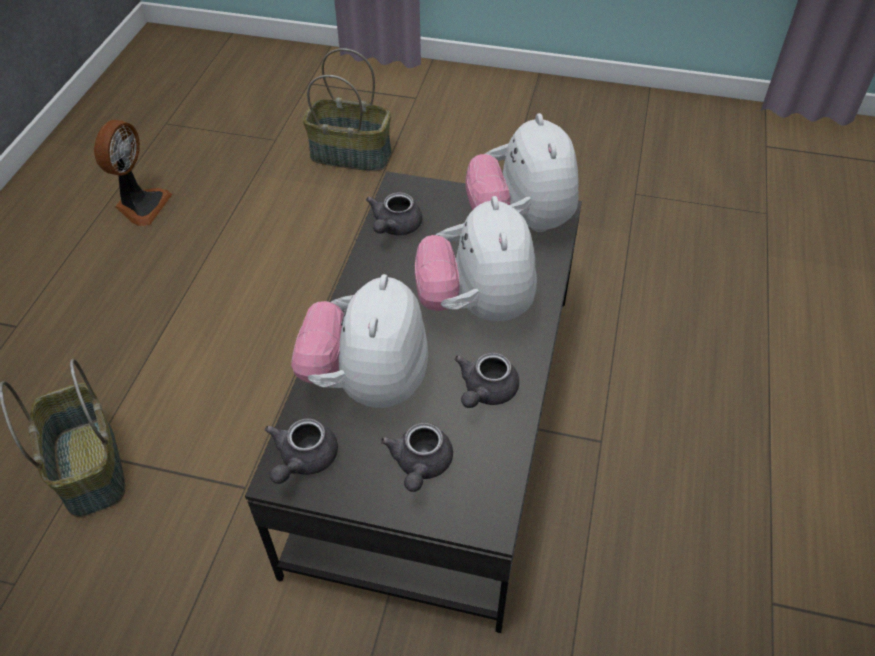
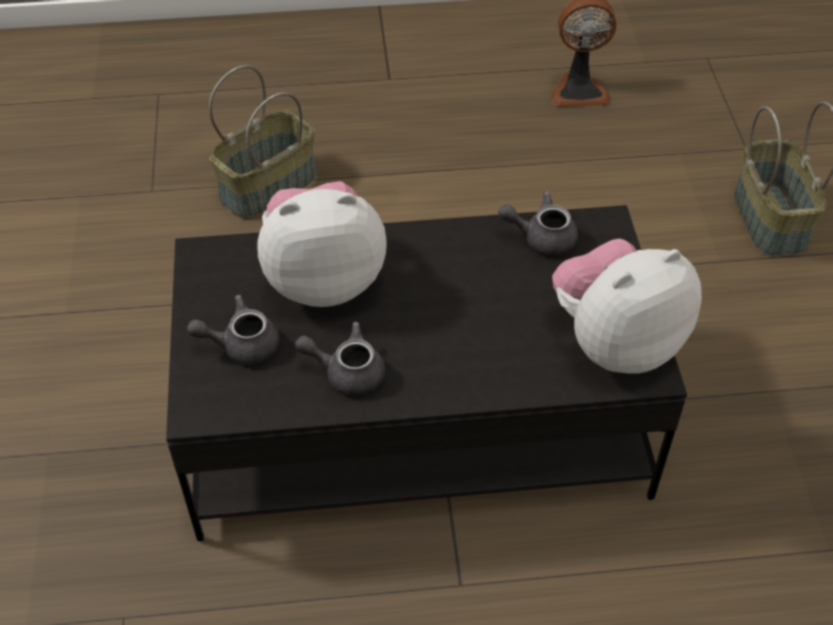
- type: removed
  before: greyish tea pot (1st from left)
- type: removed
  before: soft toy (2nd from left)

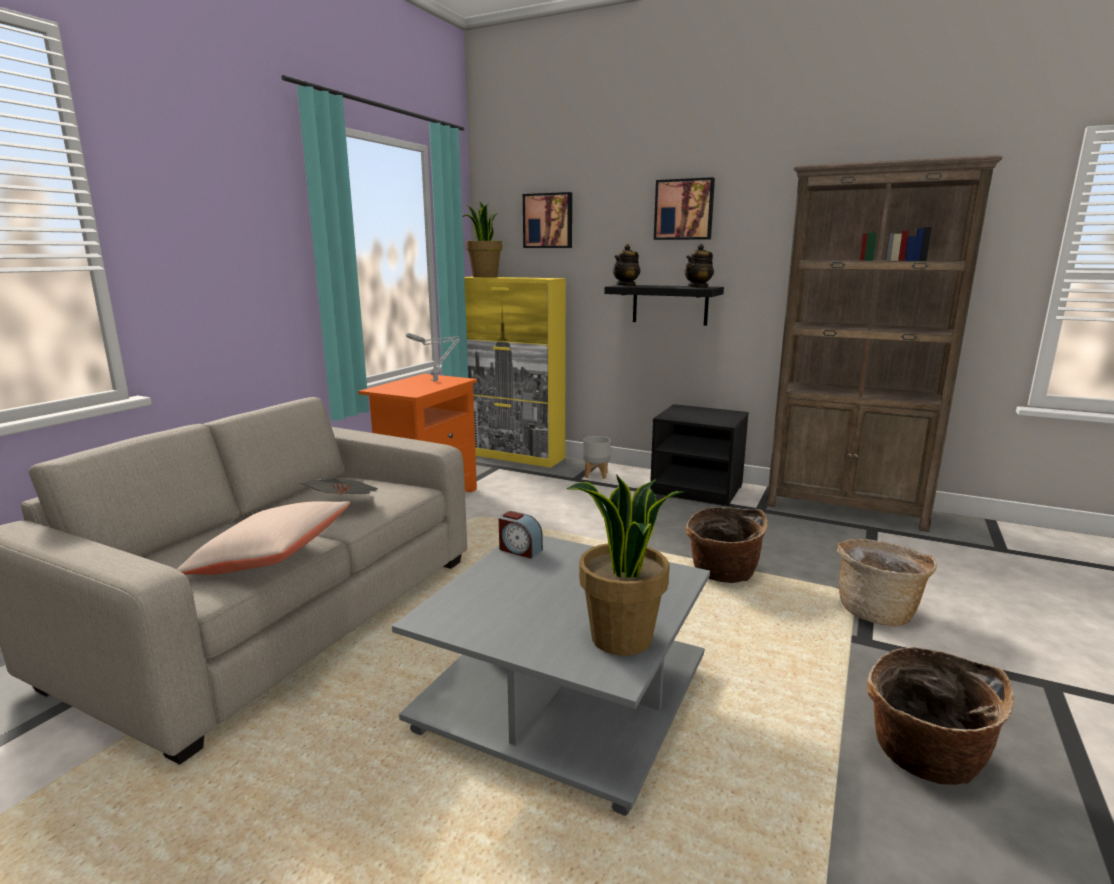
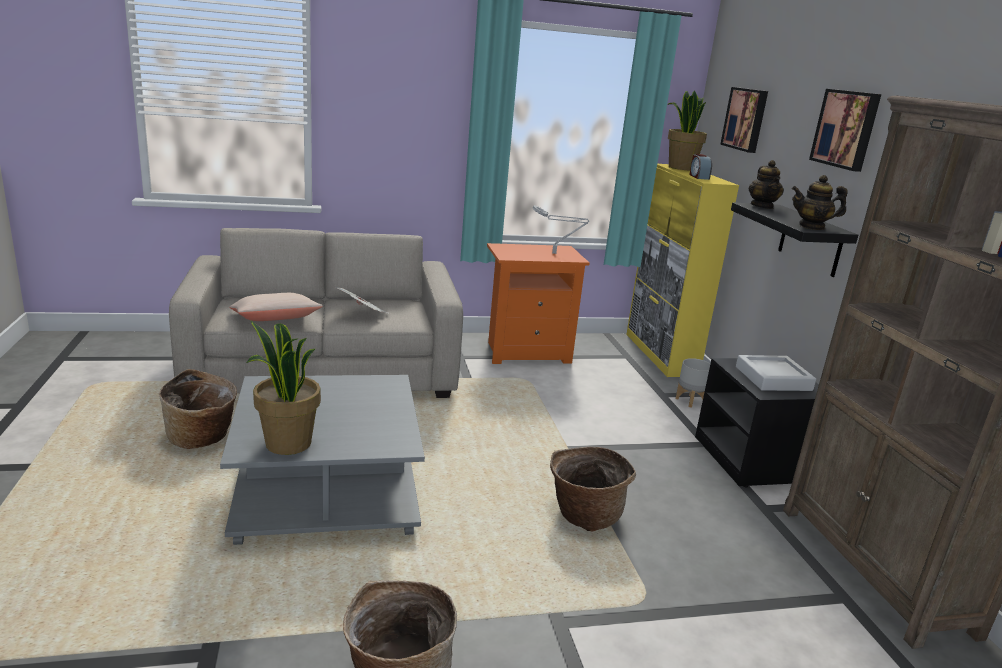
- type: moved
  before: household basket (2nd from left in the first image)
  after: household basket (1st from left)
- type: moved
  before: bedside clock
- type: added
  after: greyish tray
- type: turned
  before: tea pot (1st from left)
  turn: -90

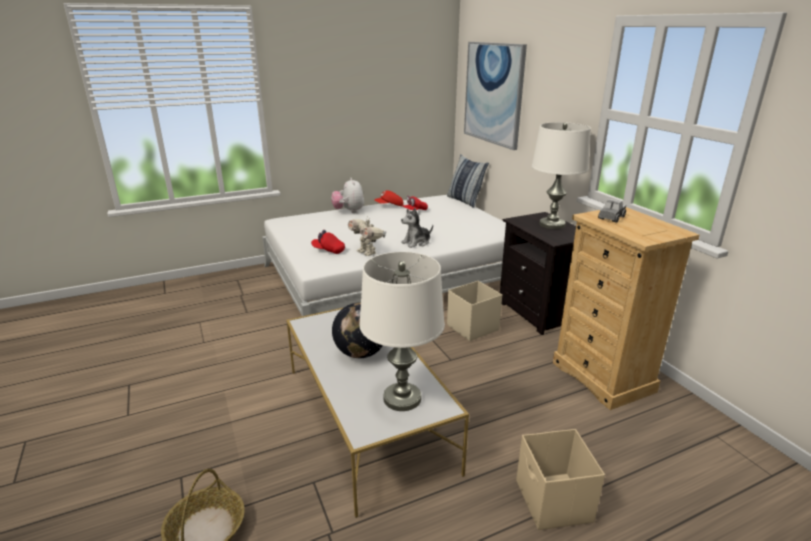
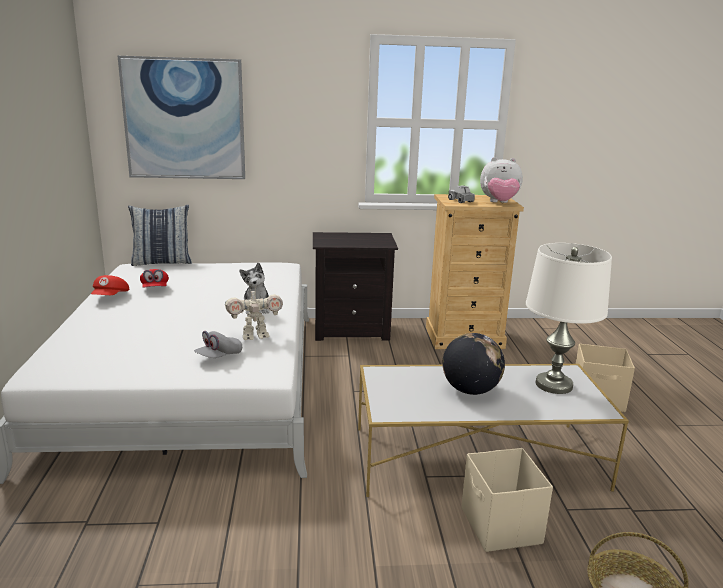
- type: recoloured
  before: red-coloured peaked cap (1st from left)
  after: greyish peaked cap
- type: moved
  before: beige-coloured storage box (1st from left)
- type: moved
  before: soft toy (1st from left in the first image)
  after: soft toy (2nd from left)
- type: removed
  before: white lamp for a table (2nd from left)

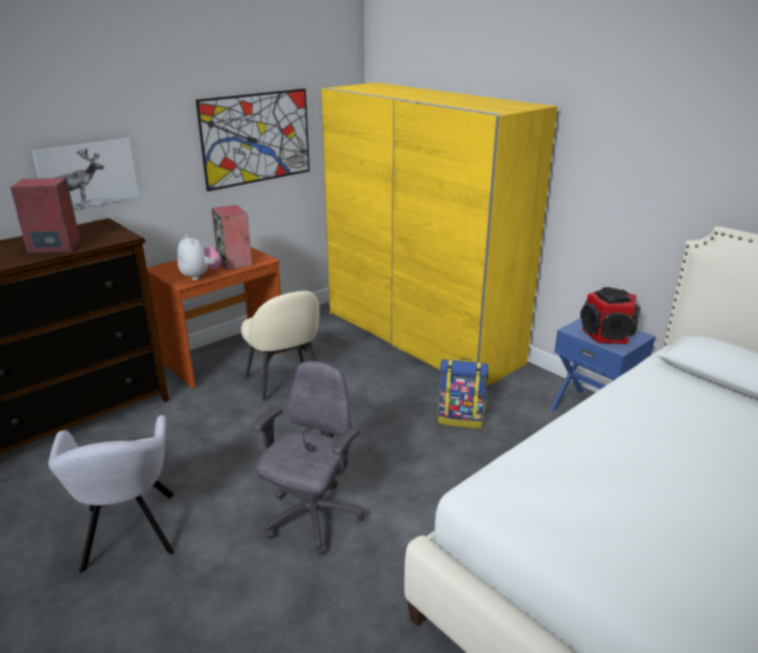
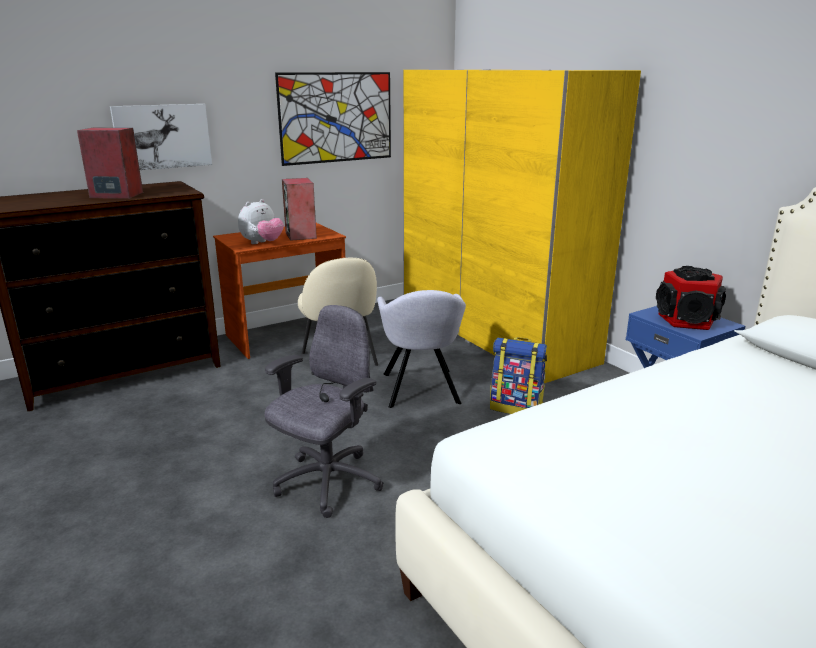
- type: turned
  before: soft toy
  turn: 60
- type: moved
  before: greyish lounge chair

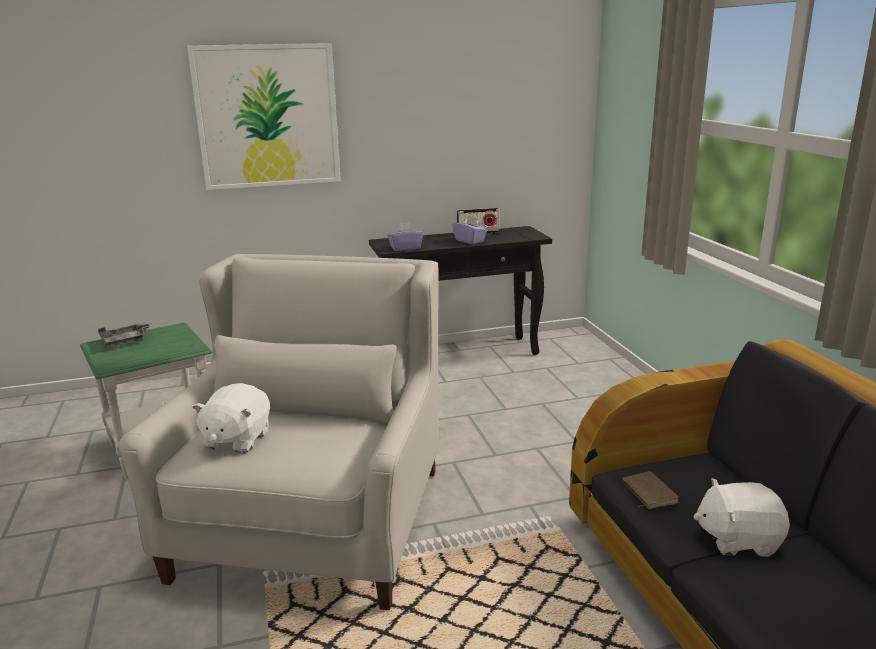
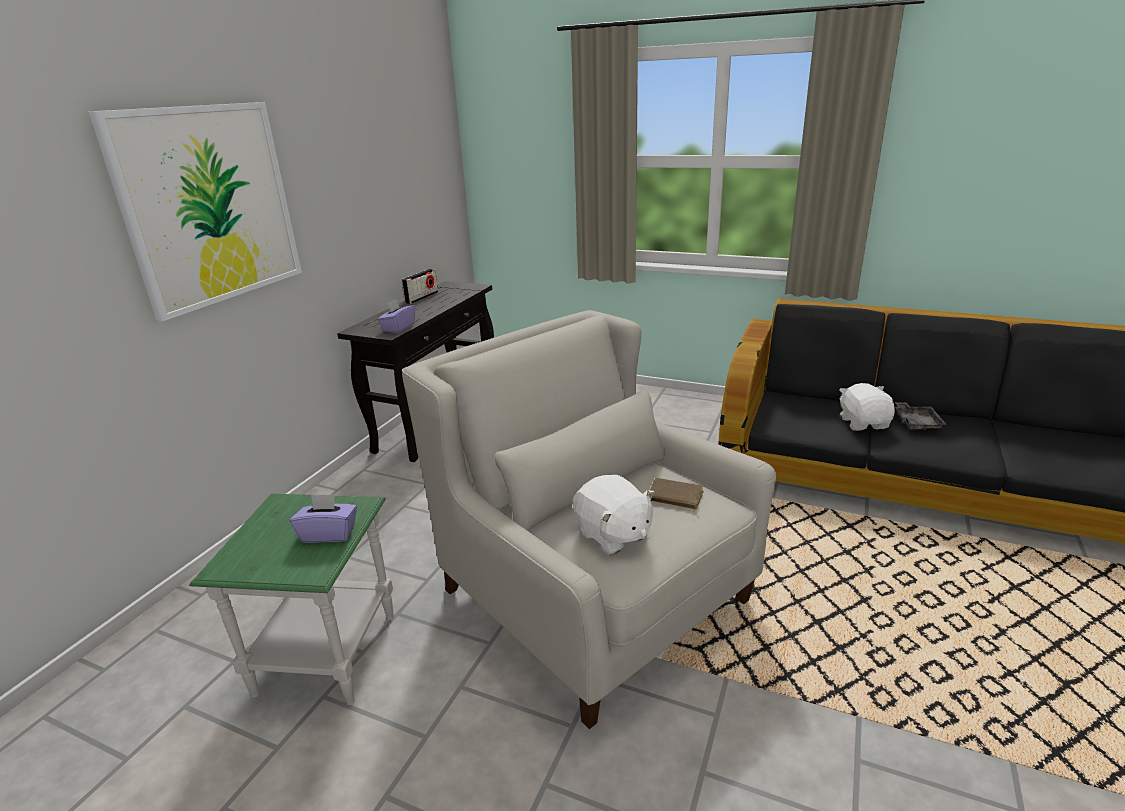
- type: moved
  before: purplish box of tissues (2nd from left in the first image)
  after: purplish box of tissues (1st from left)
- type: moved
  before: brownish book
- type: turned
  before: white soft toy (2nd from left)
  turn: 135
- type: moved
  before: greyish tray

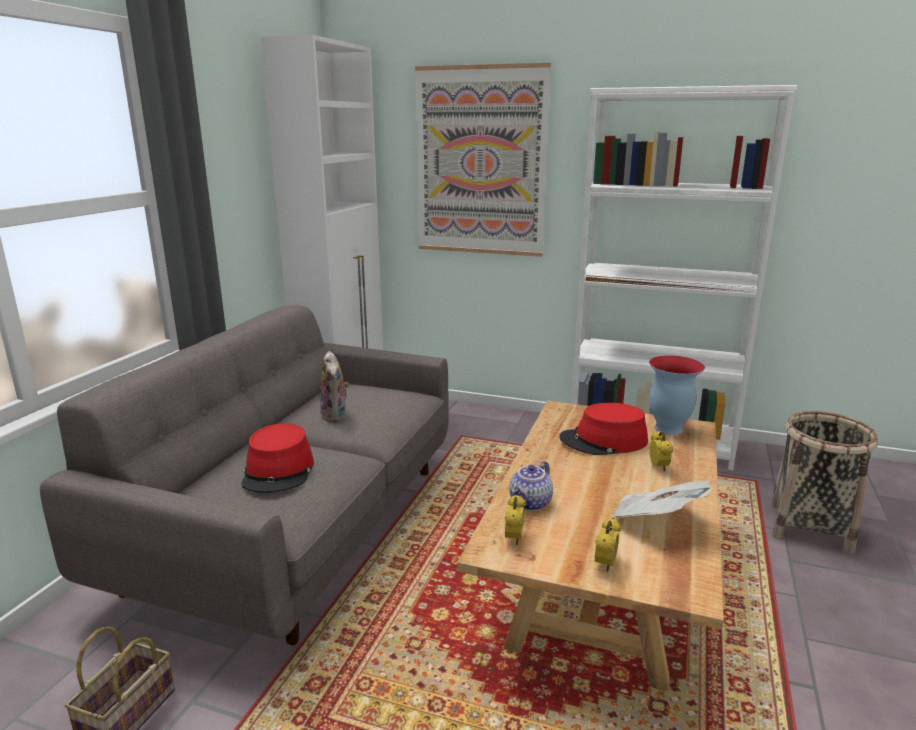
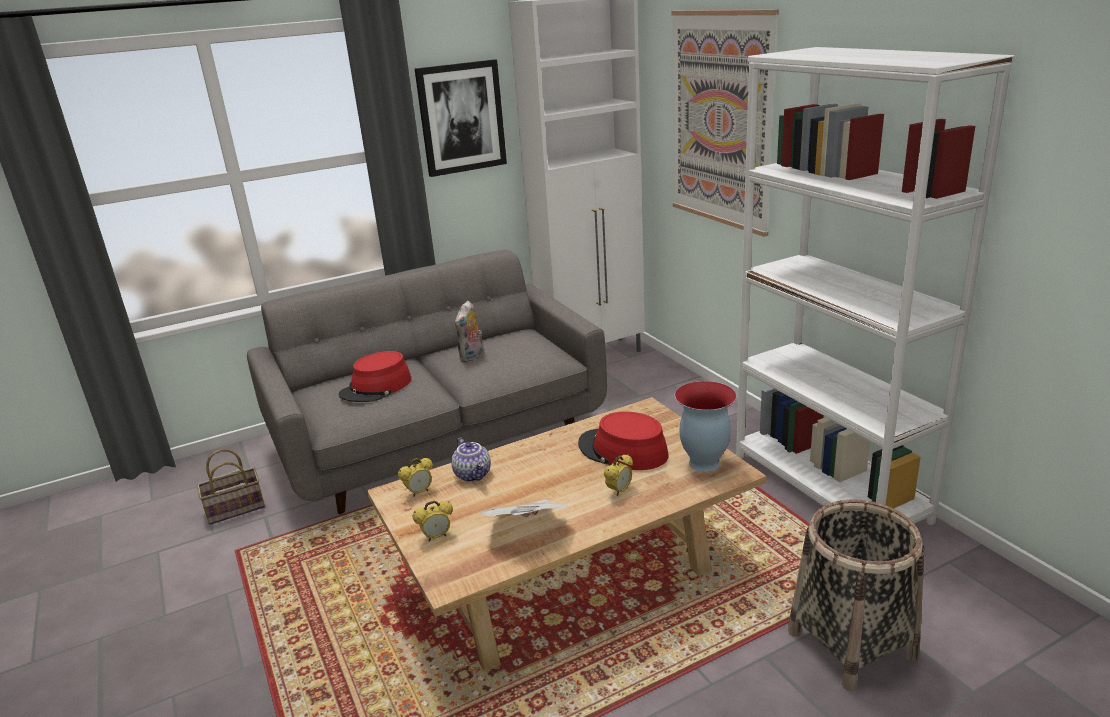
- type: added
  after: picture (1st from left)
- type: turned
  before: tea pot
  turn: -105

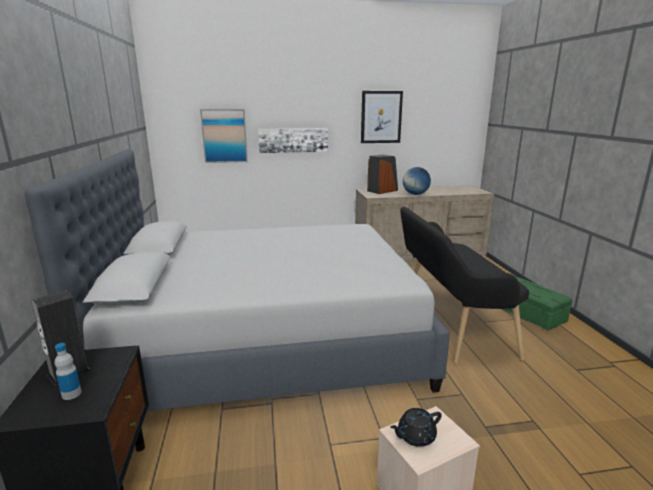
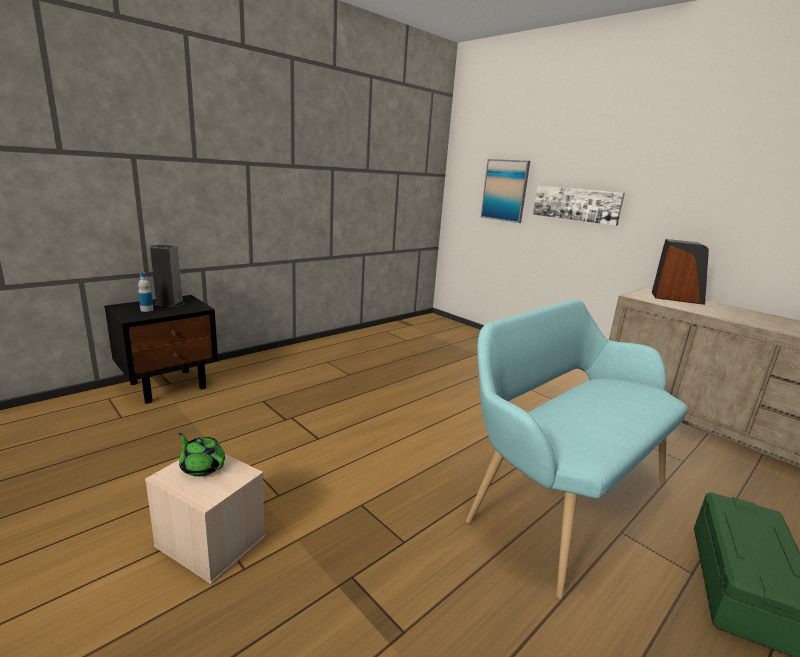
- type: recoloured
  before: black tea pot
  after: greenish tea pot
- type: recoloured
  before: black indoor bench
  after: blue-green indoor bench
- type: removed
  before: greyish bedroom bed
- type: removed
  before: picture (3rd from left)
- type: removed
  before: world globe

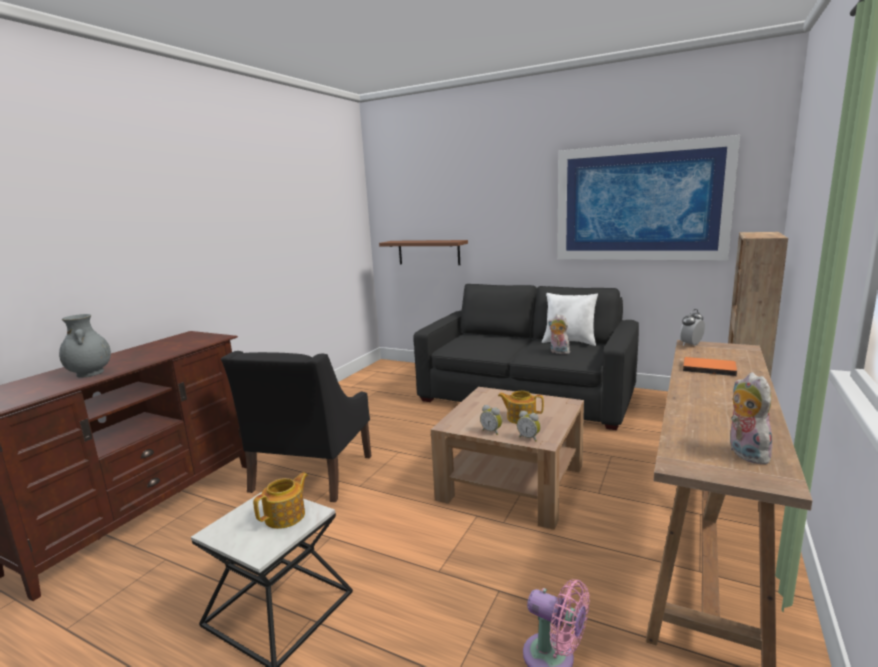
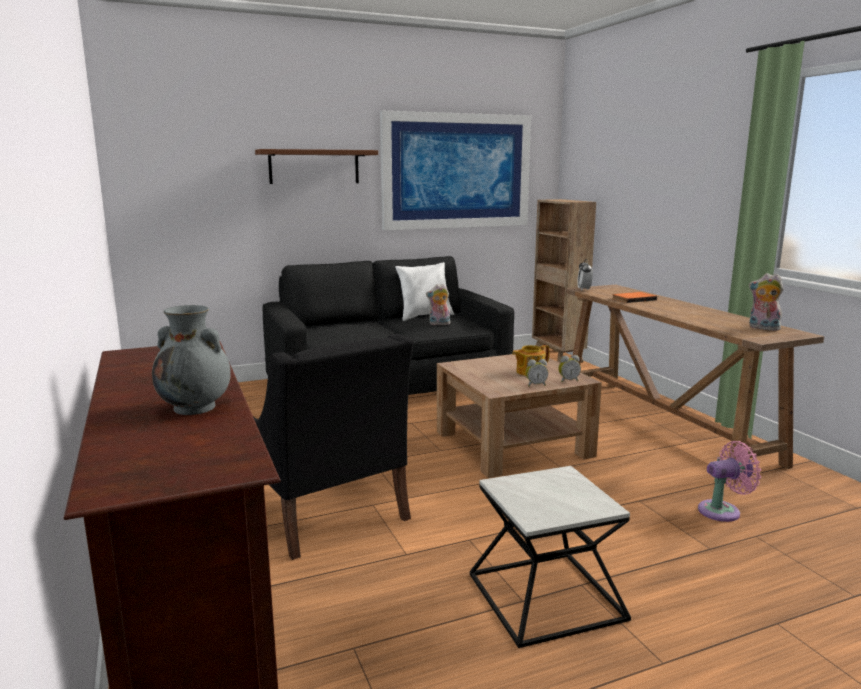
- type: moved
  before: brownish bracket shelf
- type: removed
  before: tea pot (1st from left)

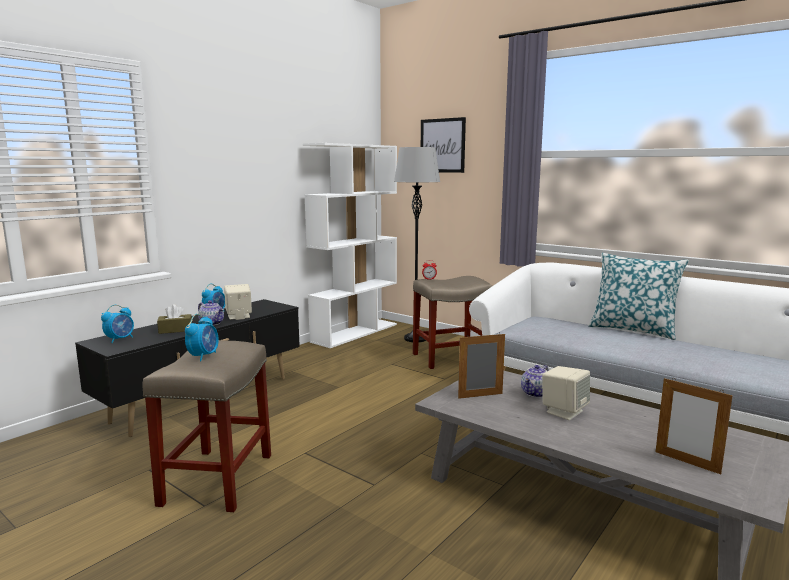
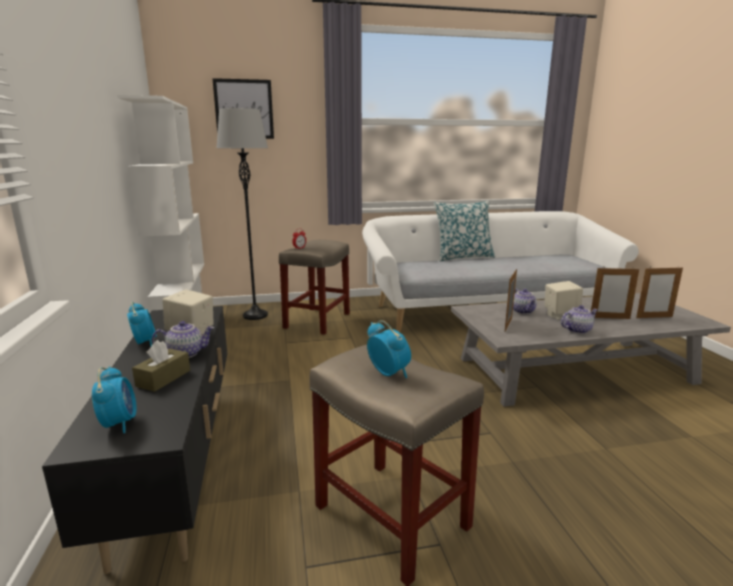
- type: added
  after: tea pot (3rd from left)
- type: added
  after: picture frame (2nd from left)

